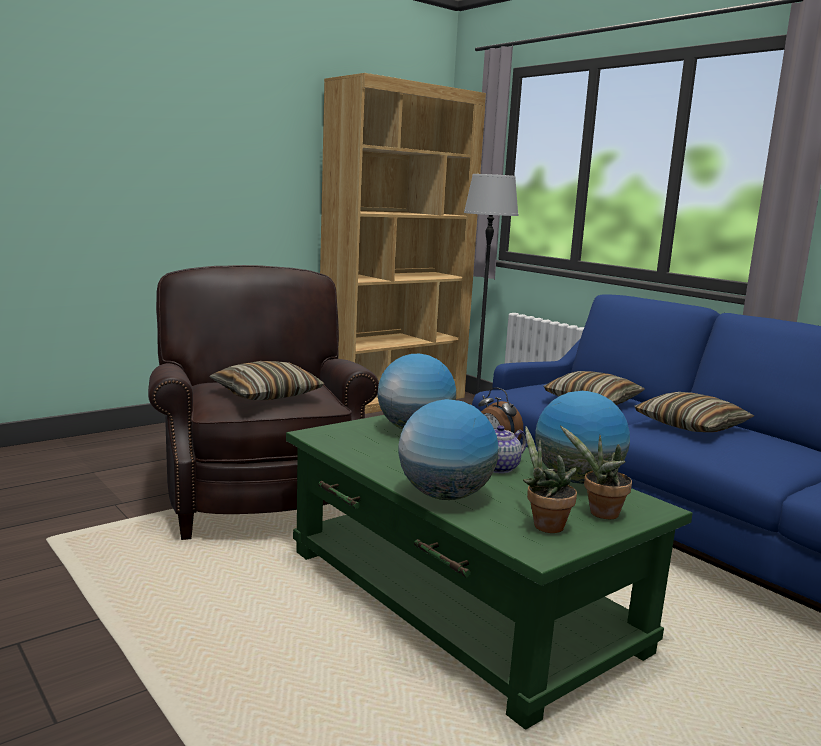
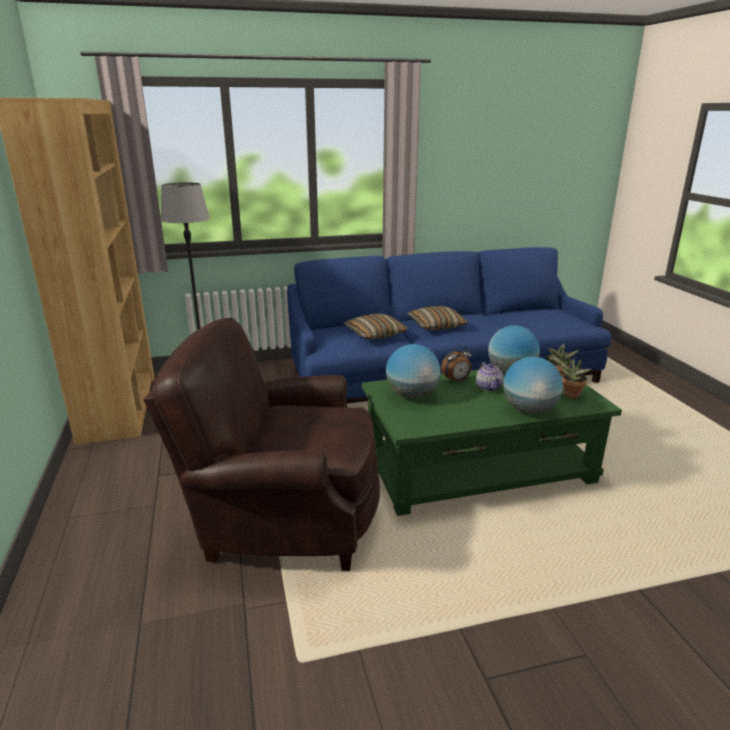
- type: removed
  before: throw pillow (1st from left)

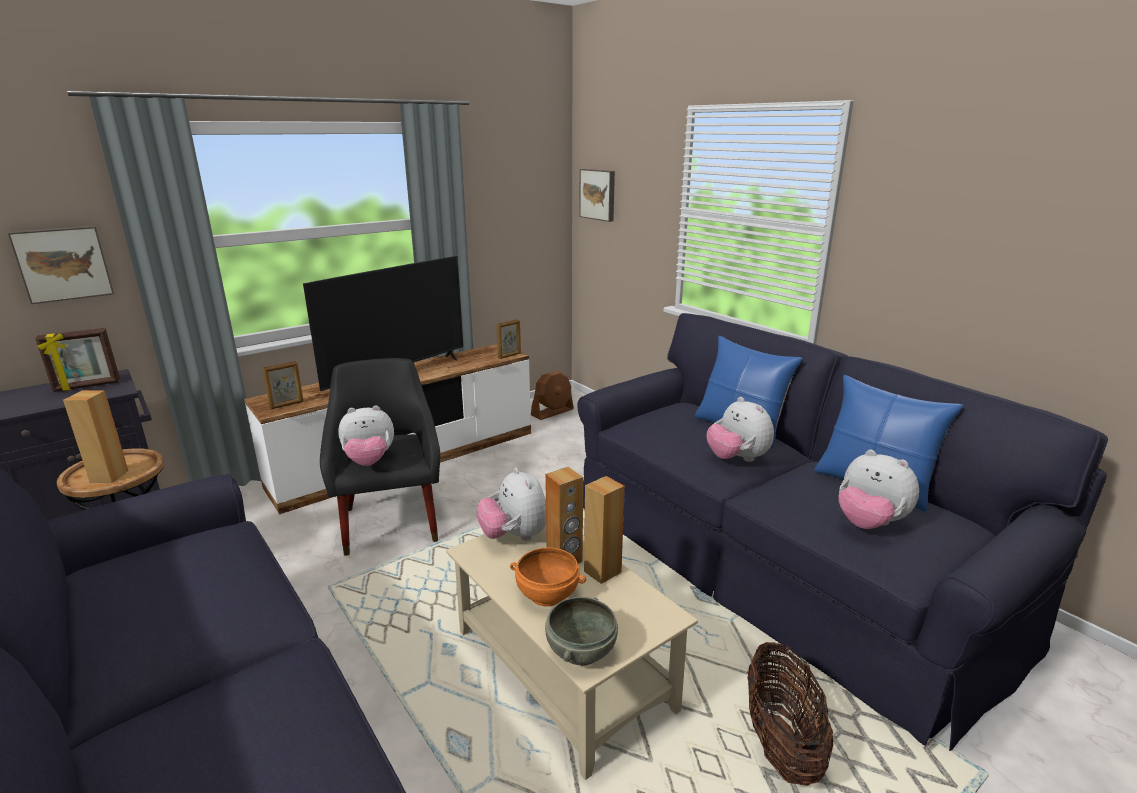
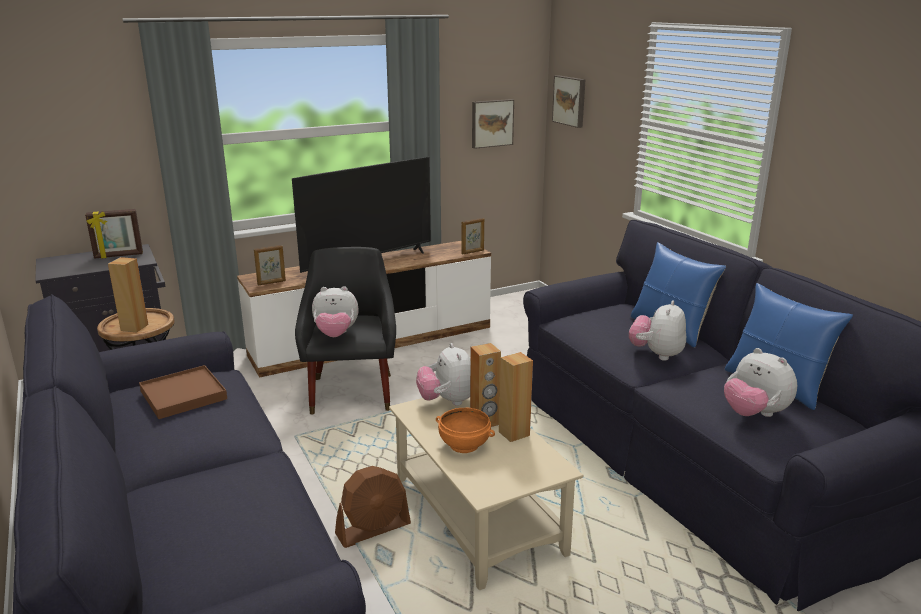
- type: added
  after: brownish tray
- type: moved
  before: brownish fan
- type: moved
  before: picture (1st from left)
- type: turned
  before: soft toy (3rd from left)
  turn: 45
- type: removed
  before: greyish deep dish
- type: removed
  before: household basket

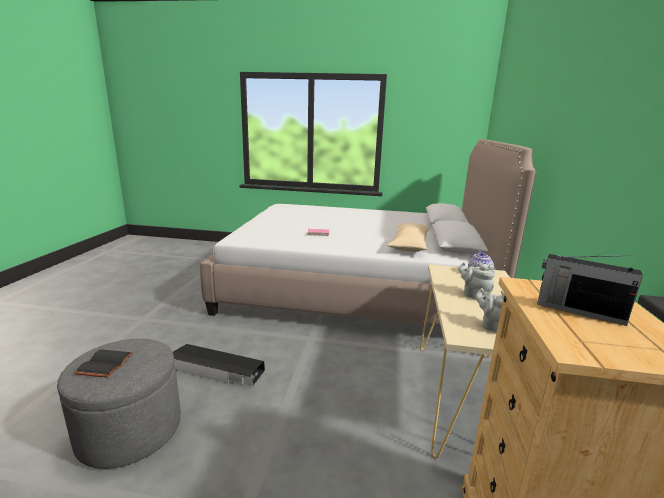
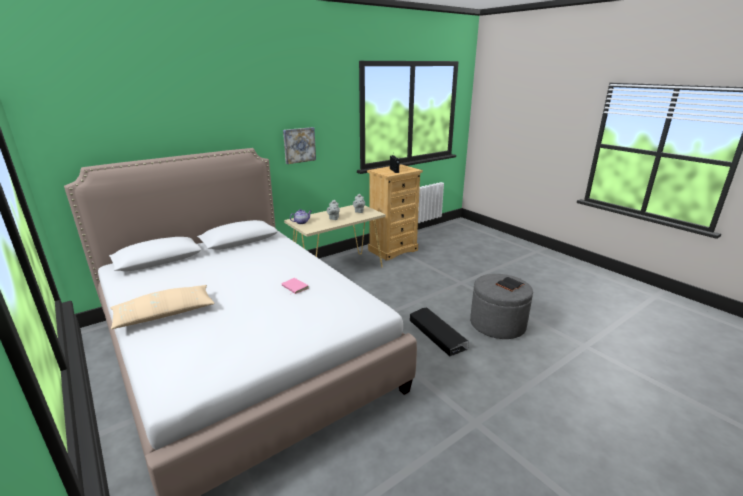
- type: moved
  before: beige-coloured throw pillow
- type: added
  after: picture

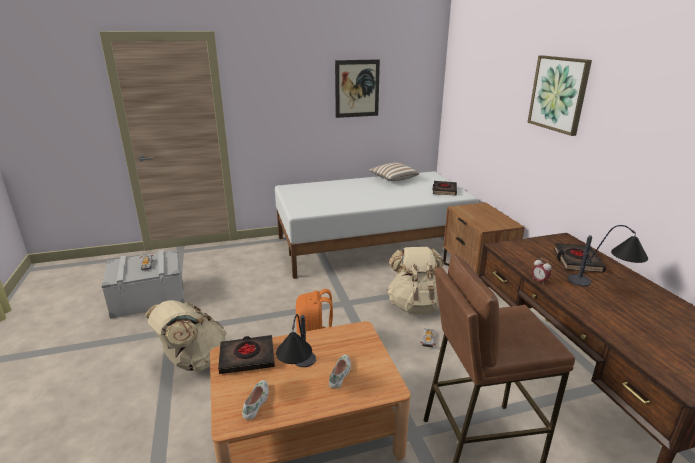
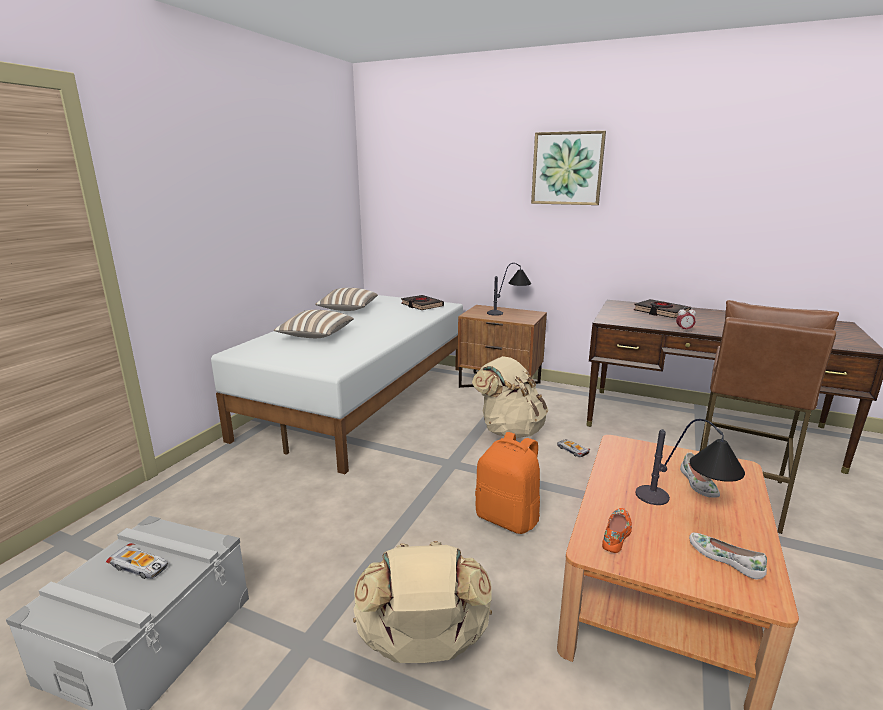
- type: added
  after: throw pillow (1st from left)
- type: moved
  before: lamp for a table (2nd from left in the first image)
  after: lamp for a table (1st from left)
- type: replaced
  before: black book (1st from left)
  after: orange-coloured shoe
- type: turned
  before: white shoe (2nd from left in the first image)
  turn: -150
- type: removed
  before: picture (1st from left)

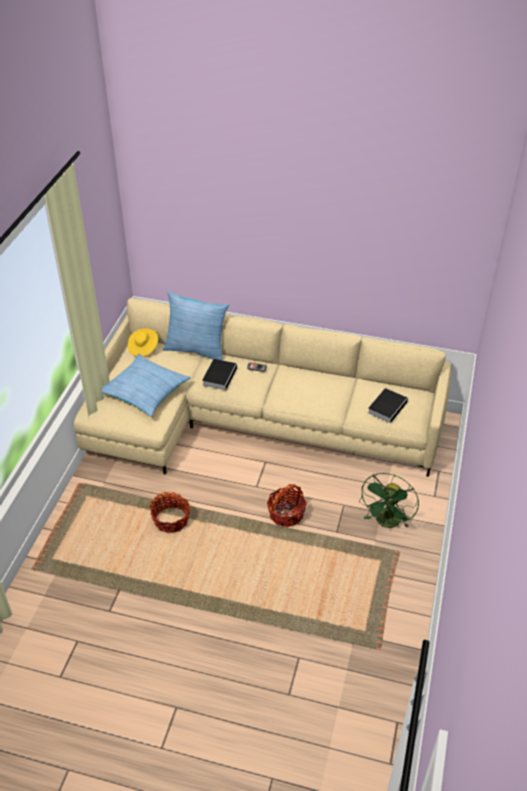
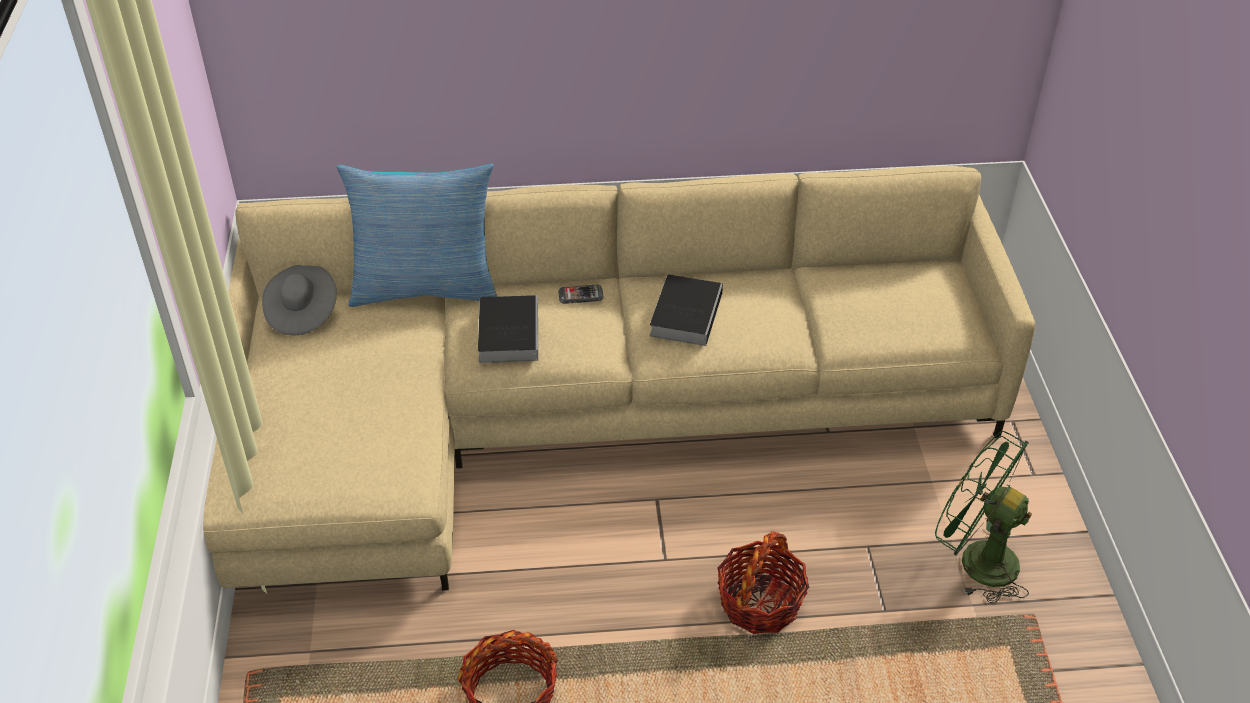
- type: recoloured
  before: yellowish hat
  after: greyish hat
- type: moved
  before: book (2nd from left)
- type: turned
  before: greenish fan
  turn: 120
- type: removed
  before: throw pillow (1st from left)

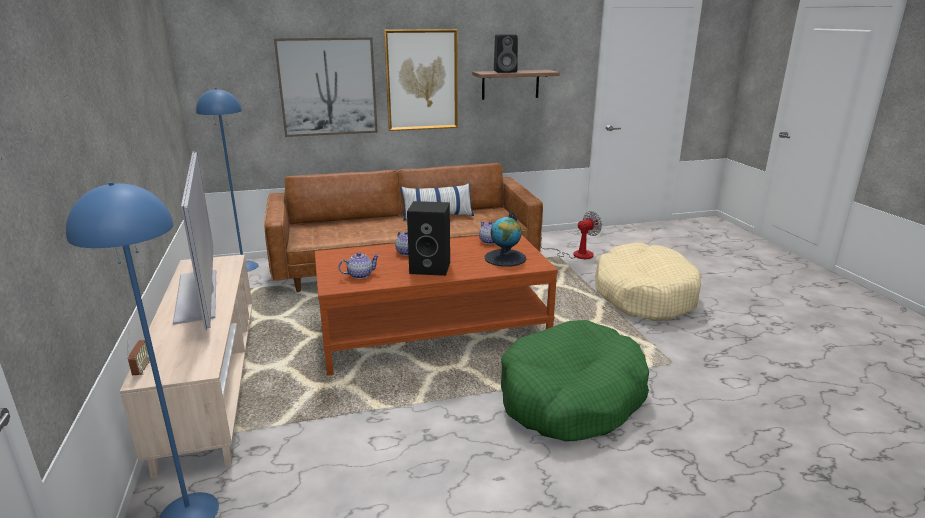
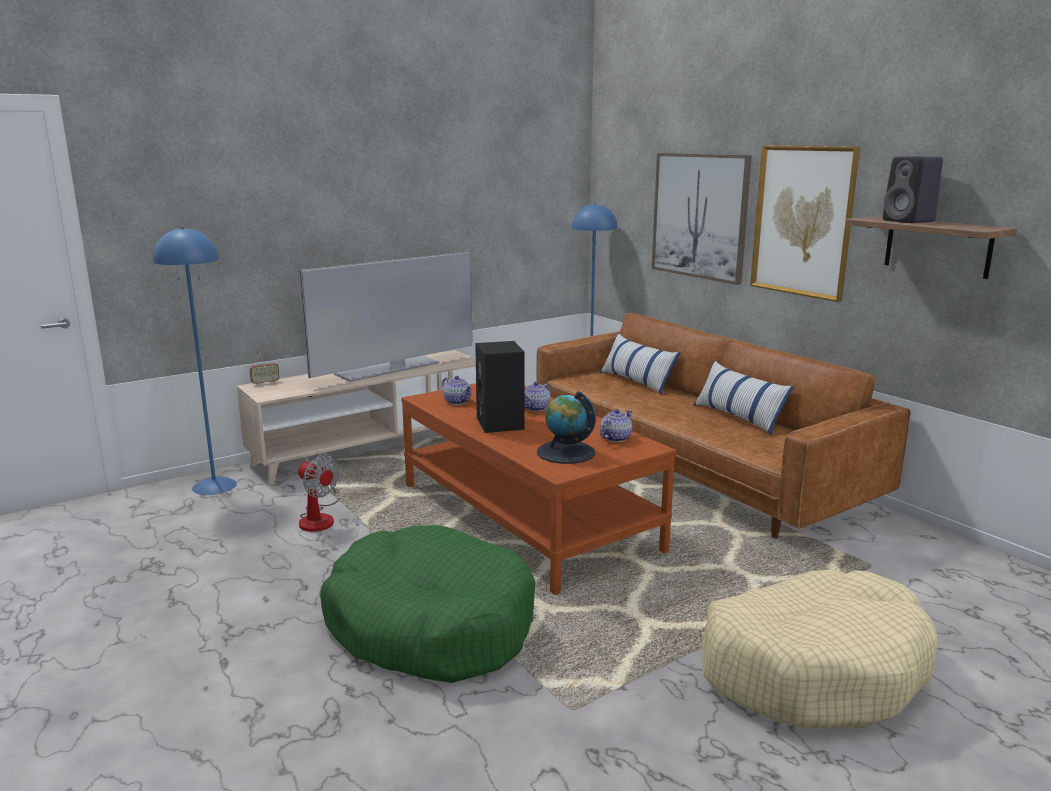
- type: moved
  before: fan
- type: added
  after: throw pillow (1st from left)

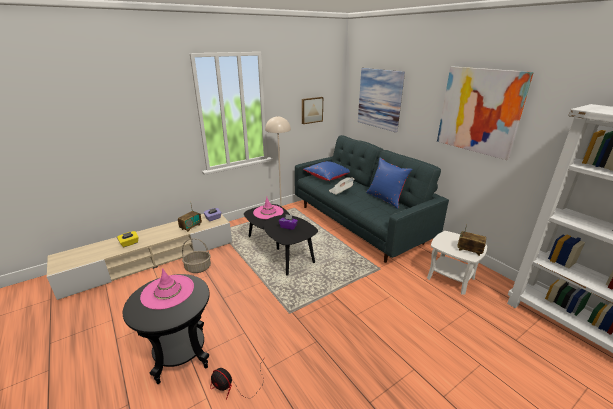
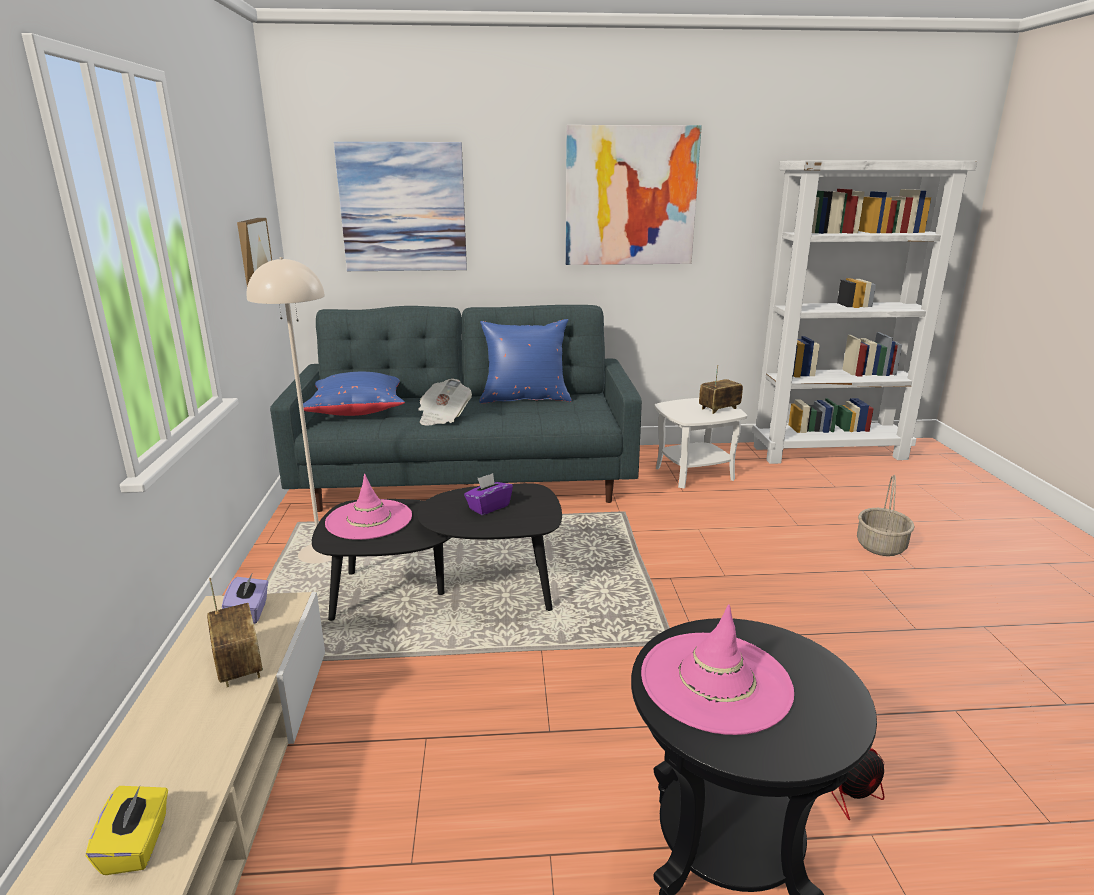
- type: moved
  before: household basket

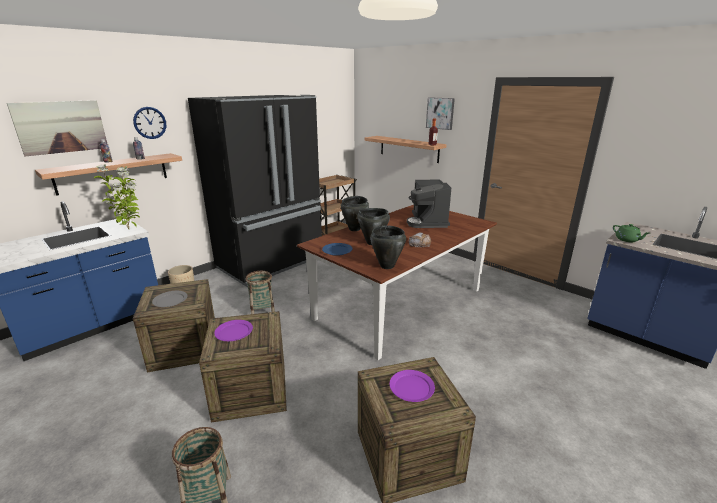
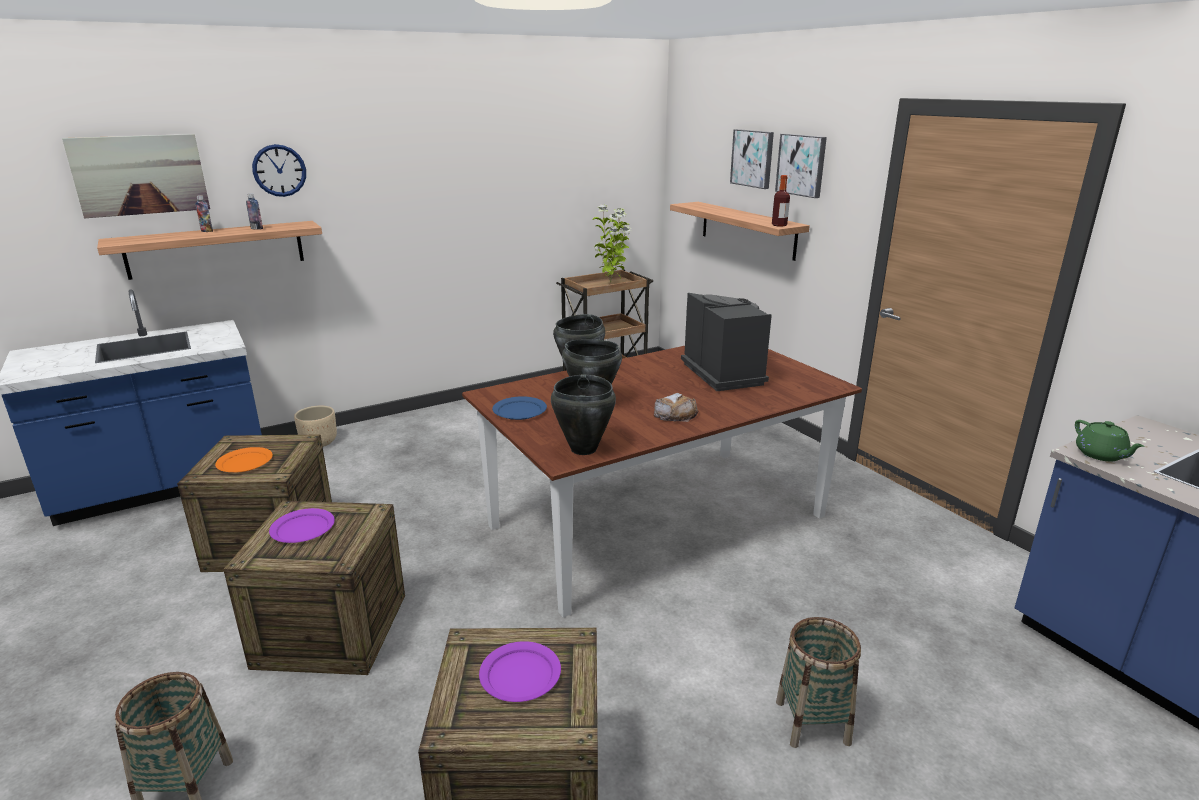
- type: recoloured
  before: greyish plate
  after: orange-coloured plate
- type: moved
  before: potted plant
- type: turned
  before: coffee machine
  turn: 150
- type: added
  after: picture (2nd from left)
- type: moved
  before: household basket (2nd from left)
- type: removed
  before: black fridge

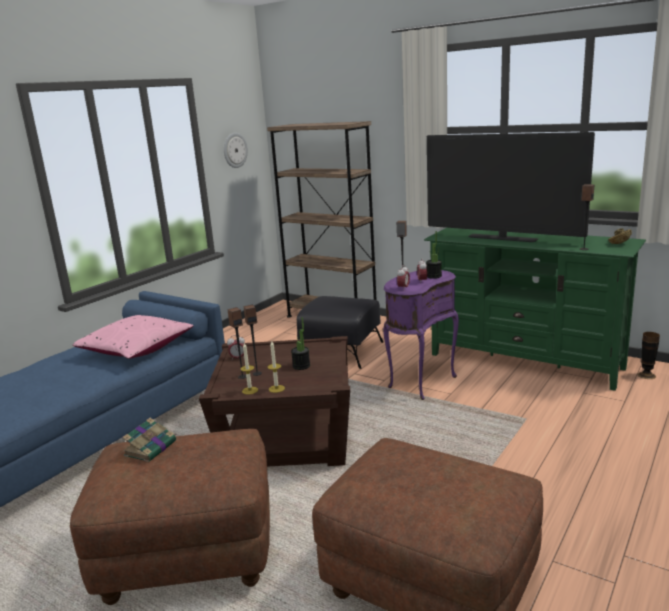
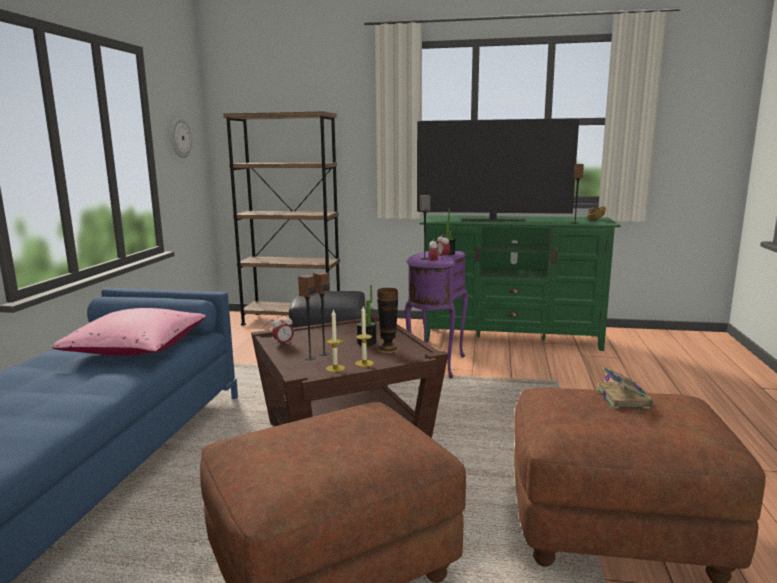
- type: moved
  before: flower vase
- type: moved
  before: book

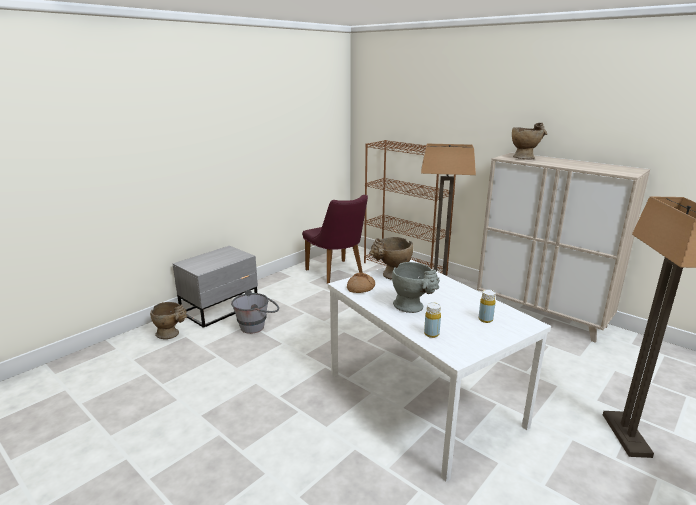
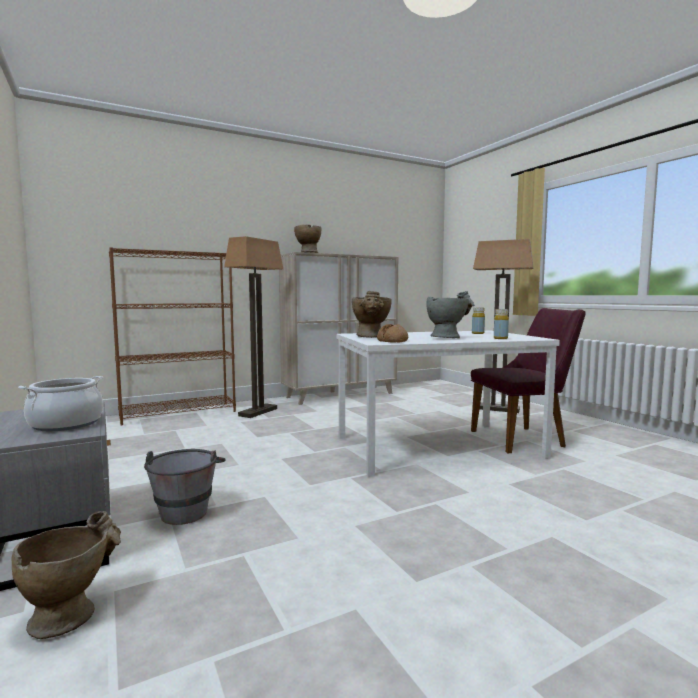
- type: added
  after: saucepot
- type: moved
  before: purplish upright chair

